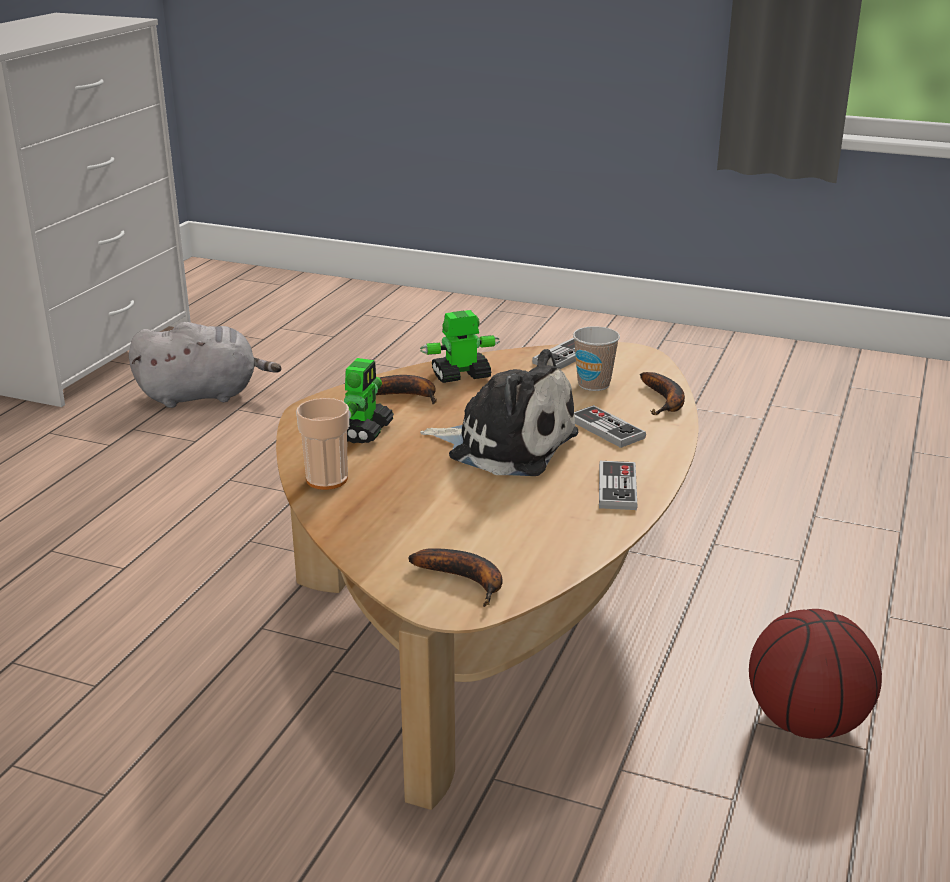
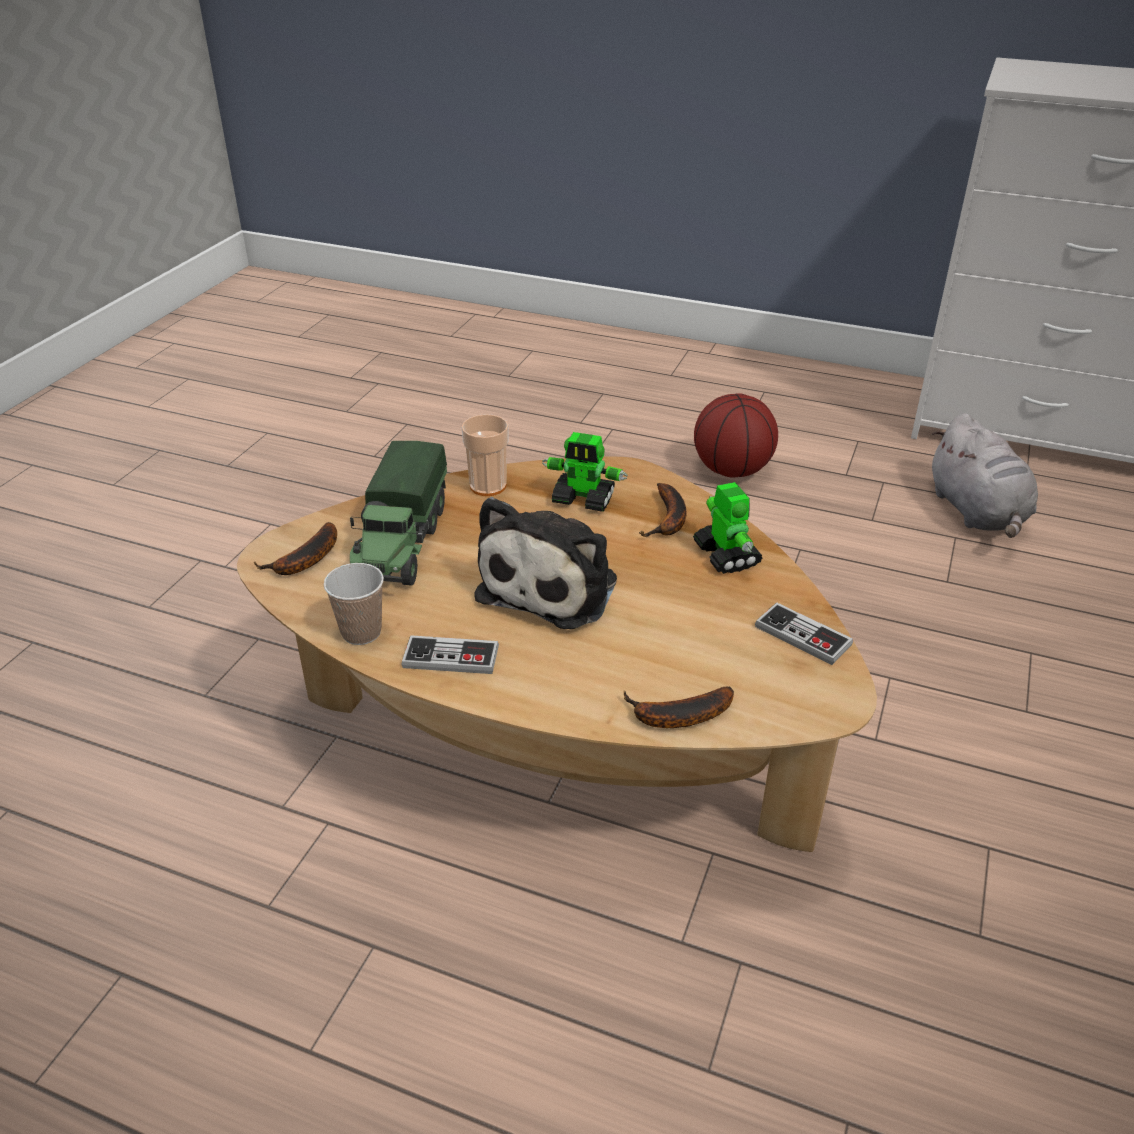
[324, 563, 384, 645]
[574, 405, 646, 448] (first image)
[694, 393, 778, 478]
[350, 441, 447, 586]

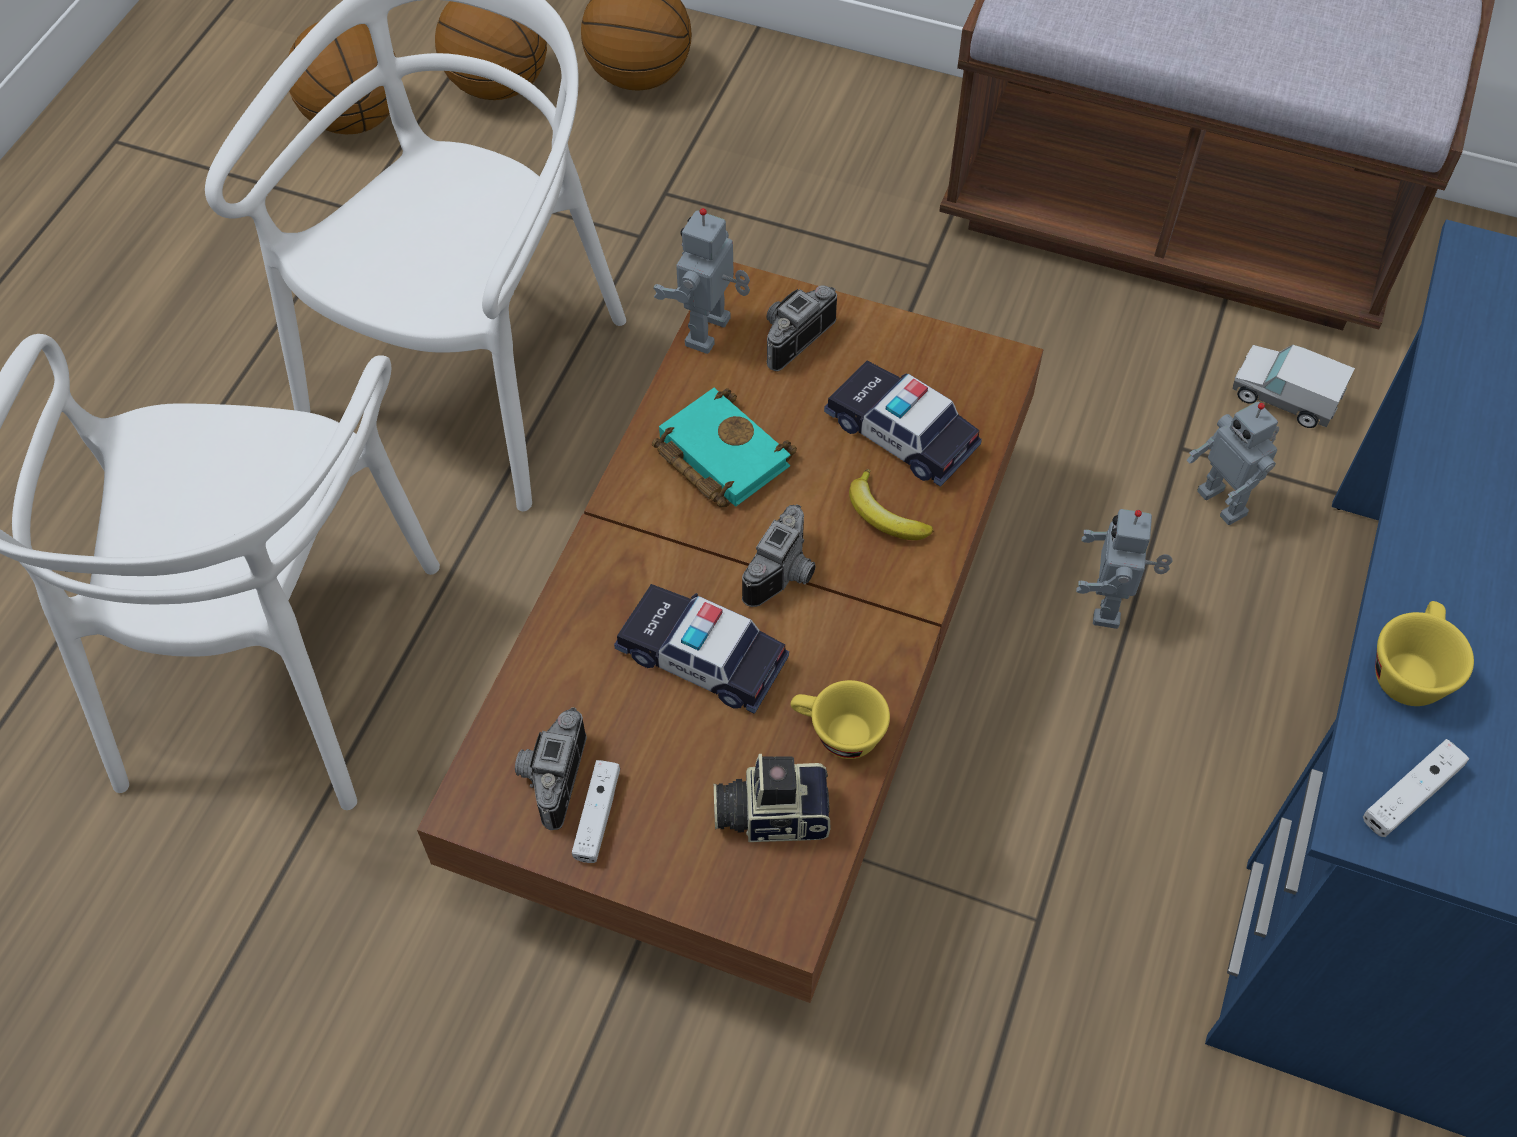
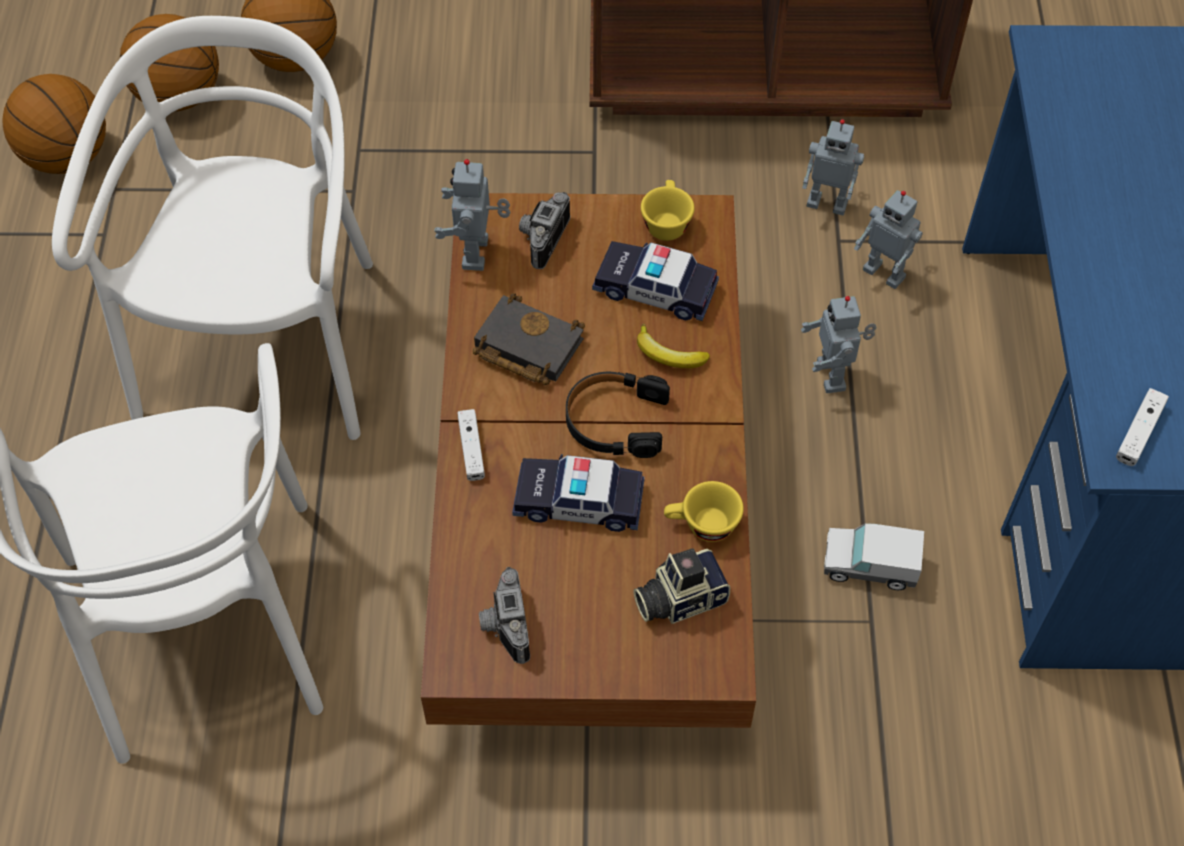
[824, 523, 924, 590]
[473, 293, 585, 385]
[566, 372, 670, 458]
[641, 180, 694, 241]
[458, 409, 485, 481]
[802, 119, 864, 215]

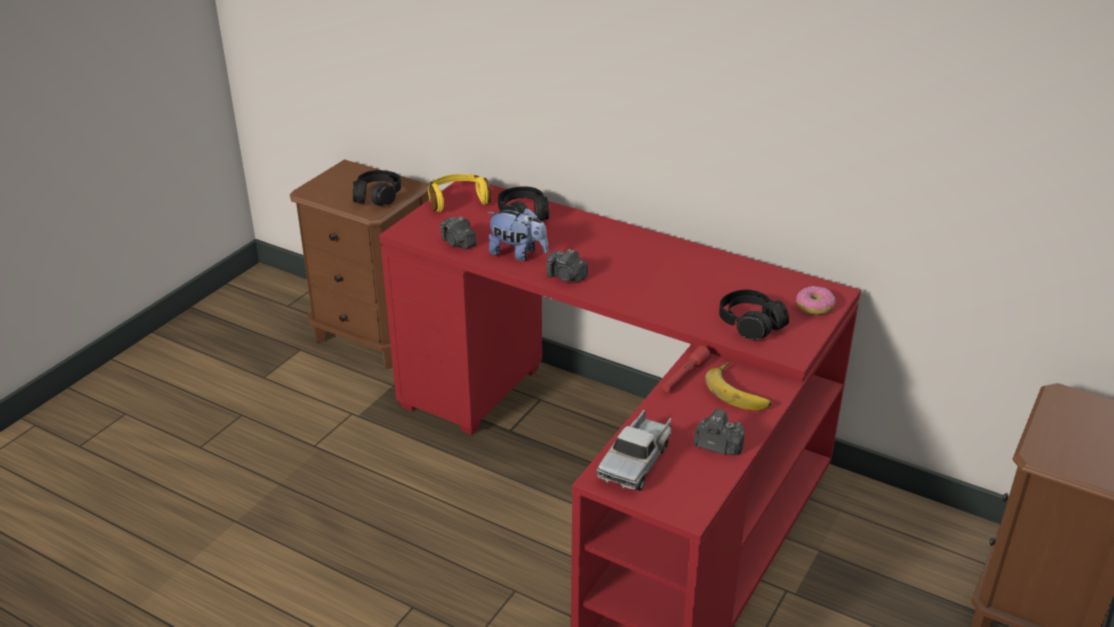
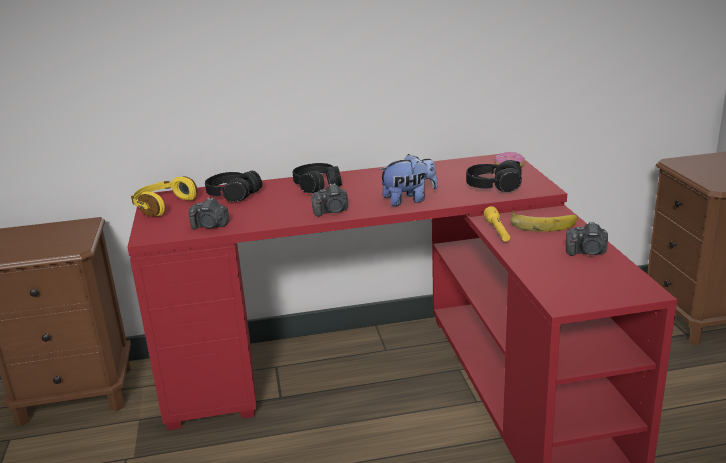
[293, 163, 342, 193]
[378, 154, 438, 206]
[484, 206, 510, 241]
[596, 409, 672, 491] (first image)
[566, 221, 608, 256]

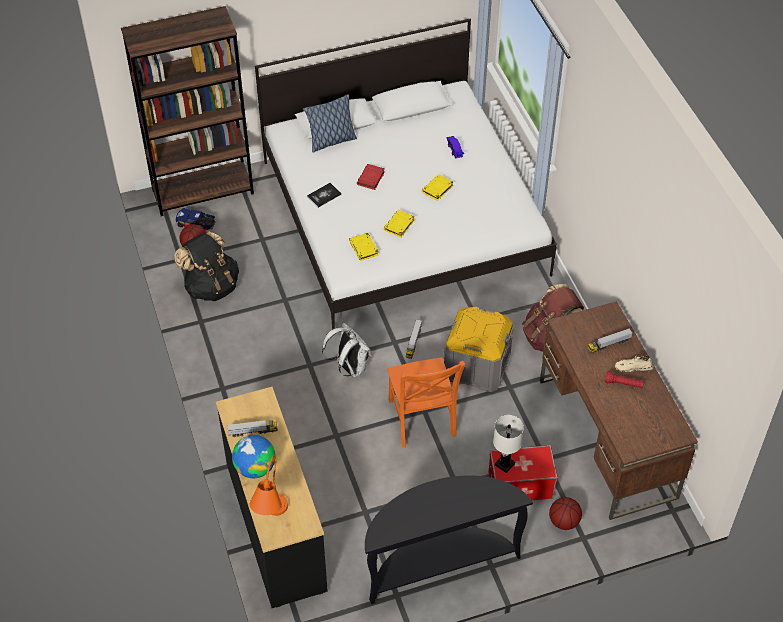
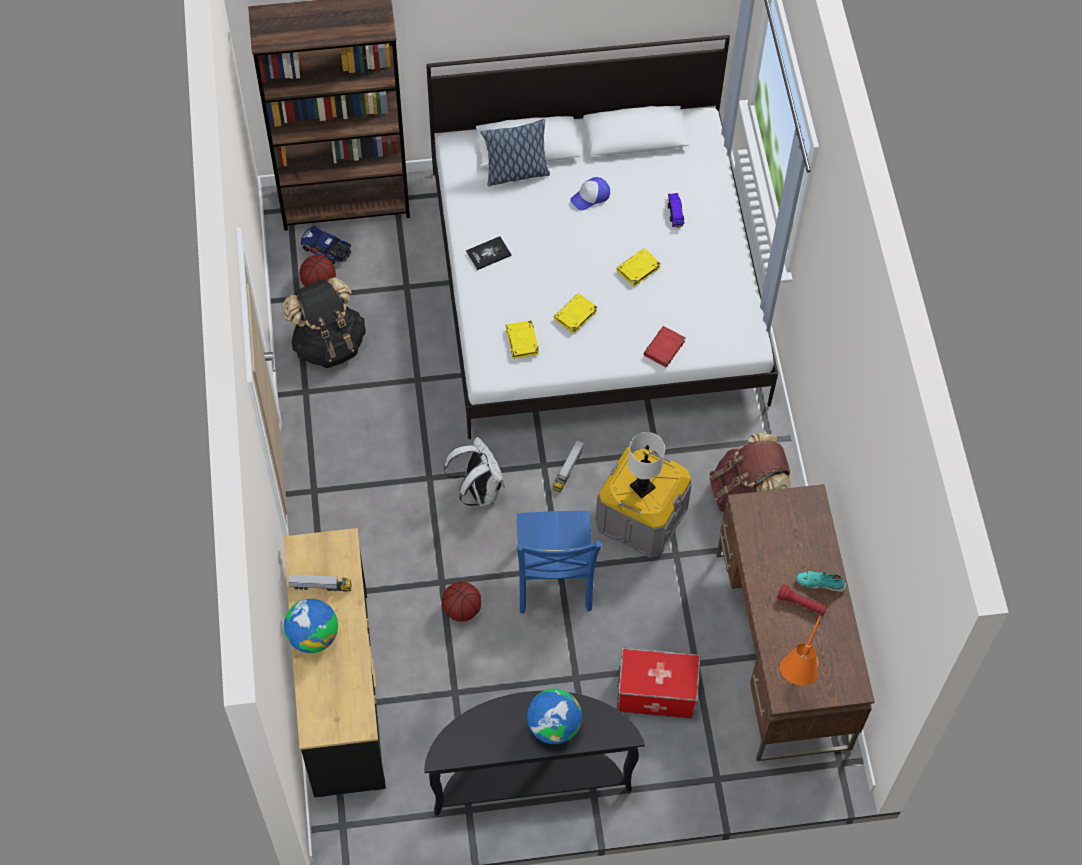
[643, 326, 686, 368]
[587, 328, 633, 354] (first image)
[796, 571, 847, 593]
[517, 511, 602, 614]
[628, 432, 665, 498]
[780, 615, 821, 686]
[442, 582, 481, 622]
[570, 177, 610, 210]
[527, 689, 582, 744]

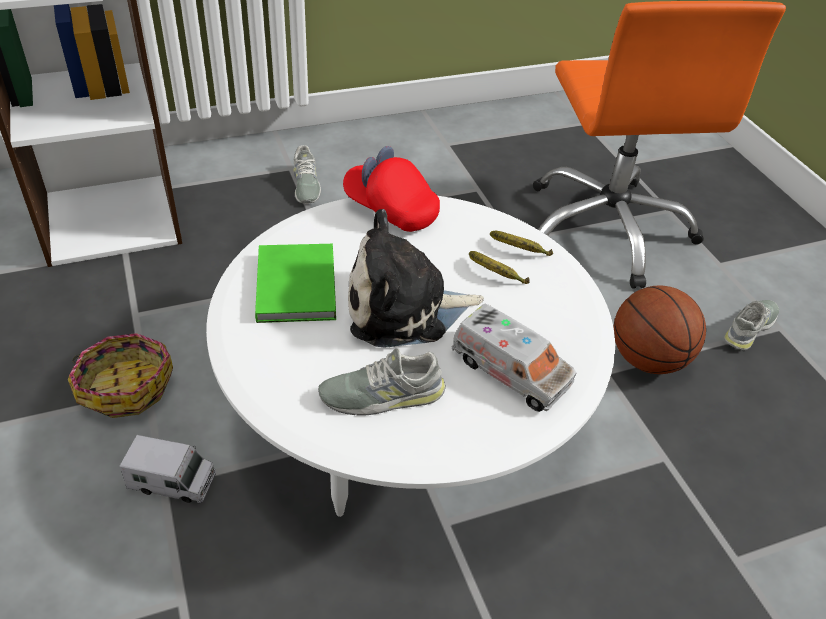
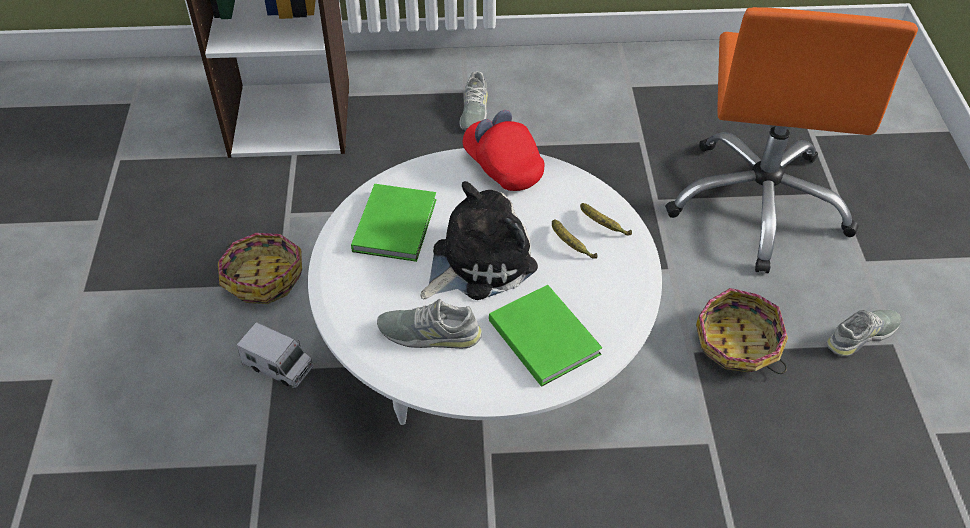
[421, 181, 538, 300]
[696, 288, 788, 374]
[489, 285, 602, 387]

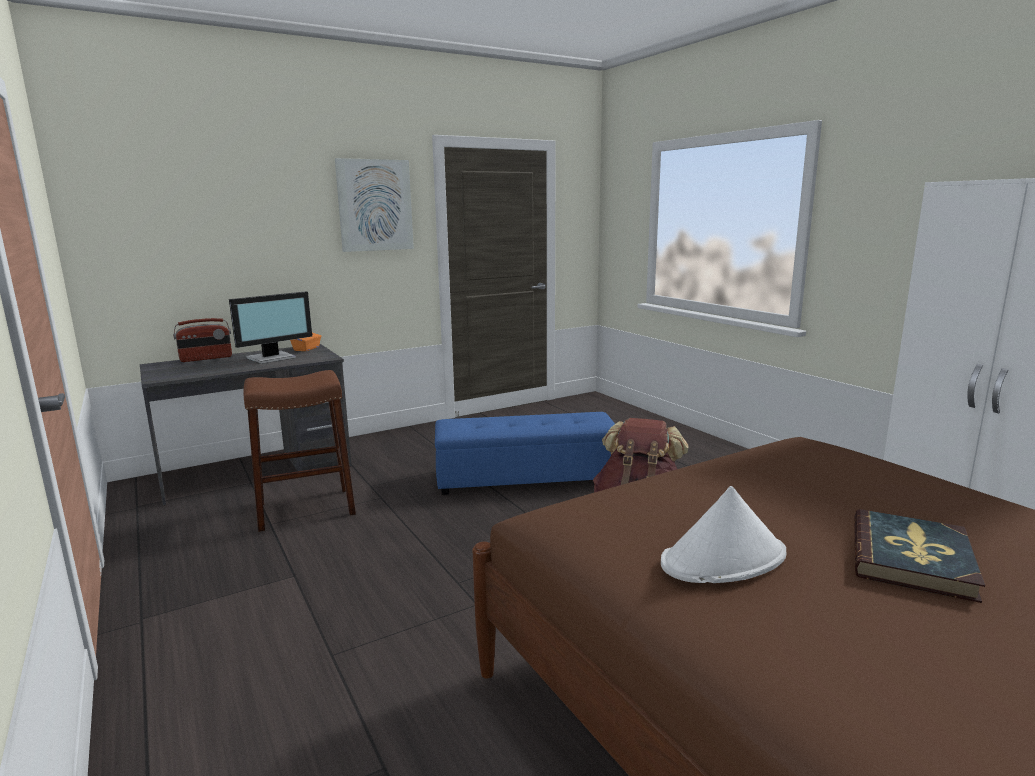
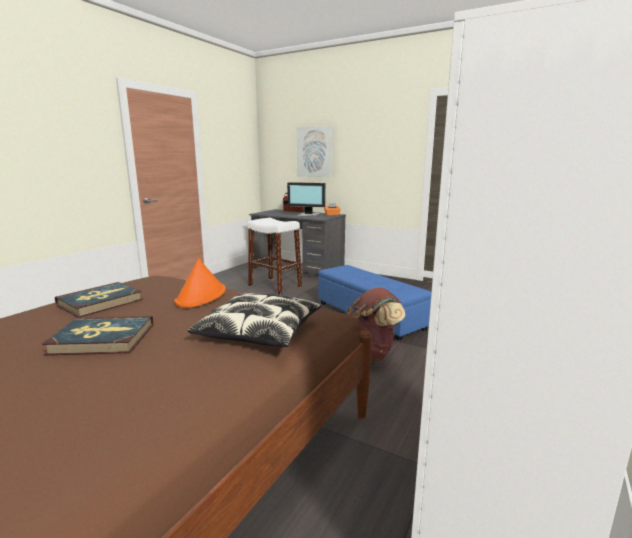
[296, 126, 333, 177]
[247, 218, 302, 295]
[55, 282, 143, 317]
[174, 258, 226, 308]
[188, 293, 321, 347]

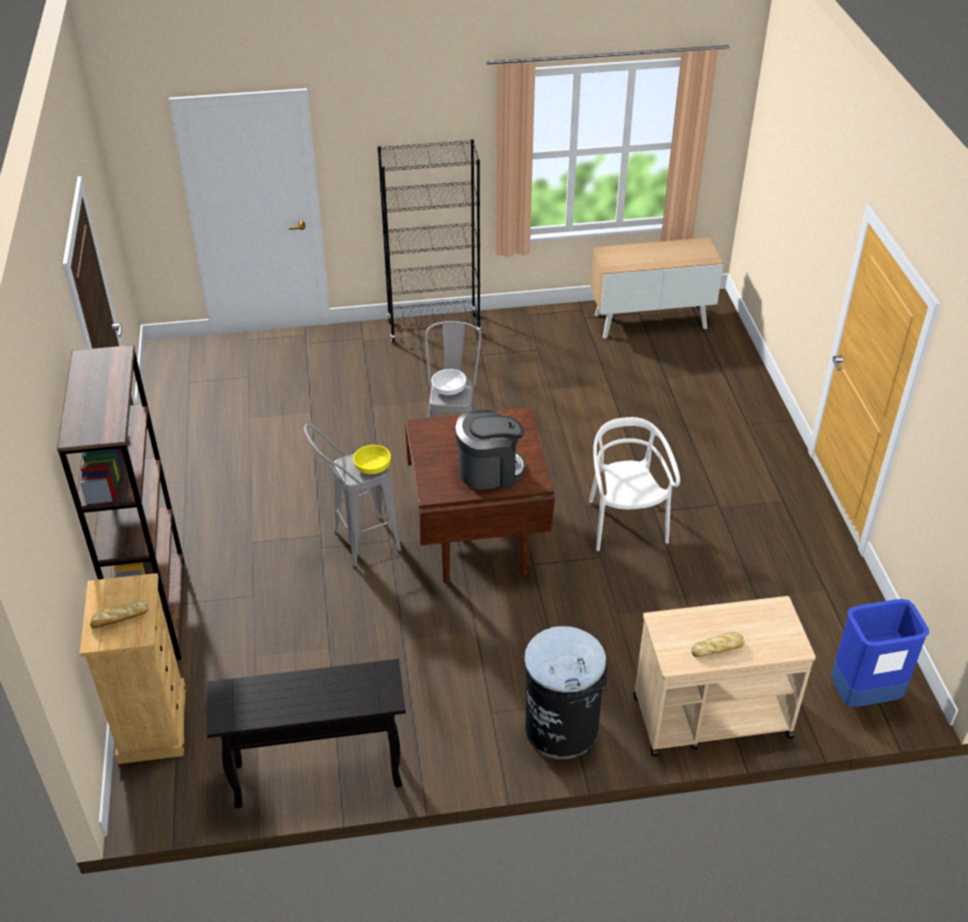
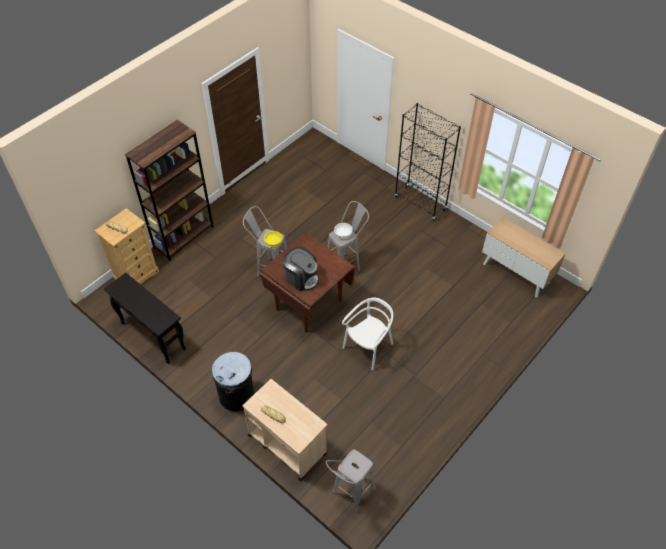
[326, 449, 376, 512]

